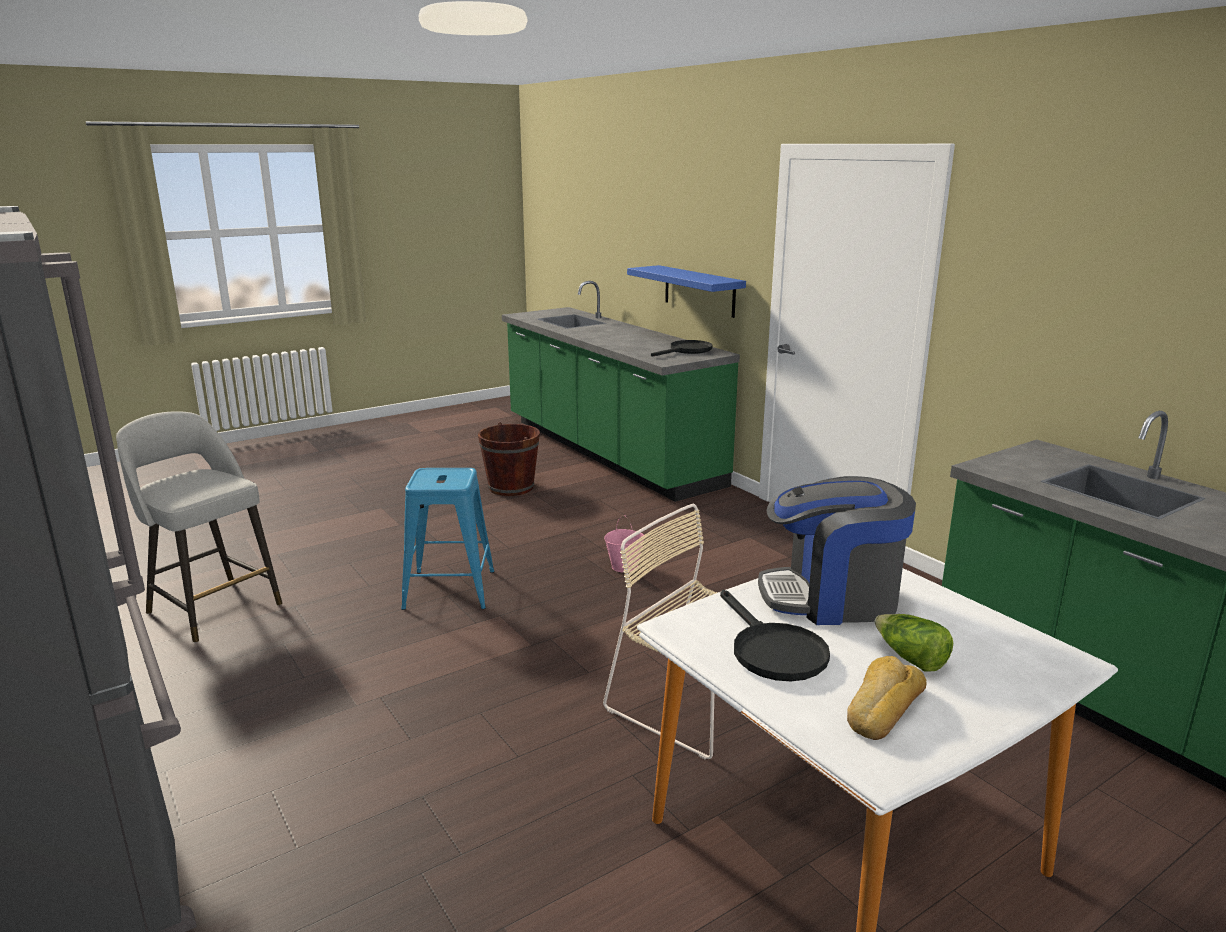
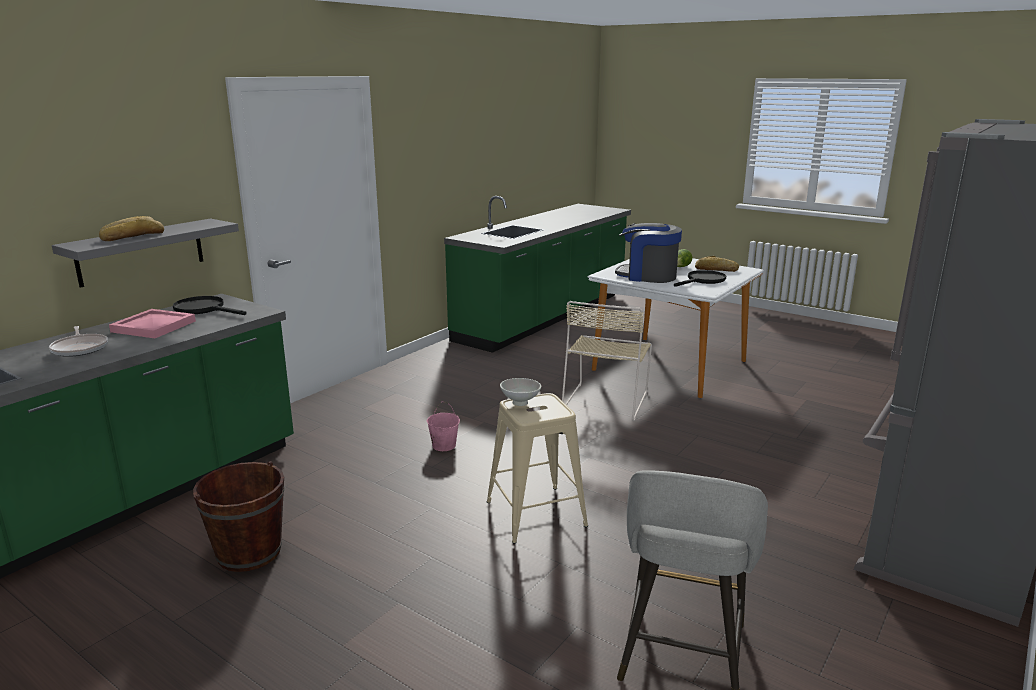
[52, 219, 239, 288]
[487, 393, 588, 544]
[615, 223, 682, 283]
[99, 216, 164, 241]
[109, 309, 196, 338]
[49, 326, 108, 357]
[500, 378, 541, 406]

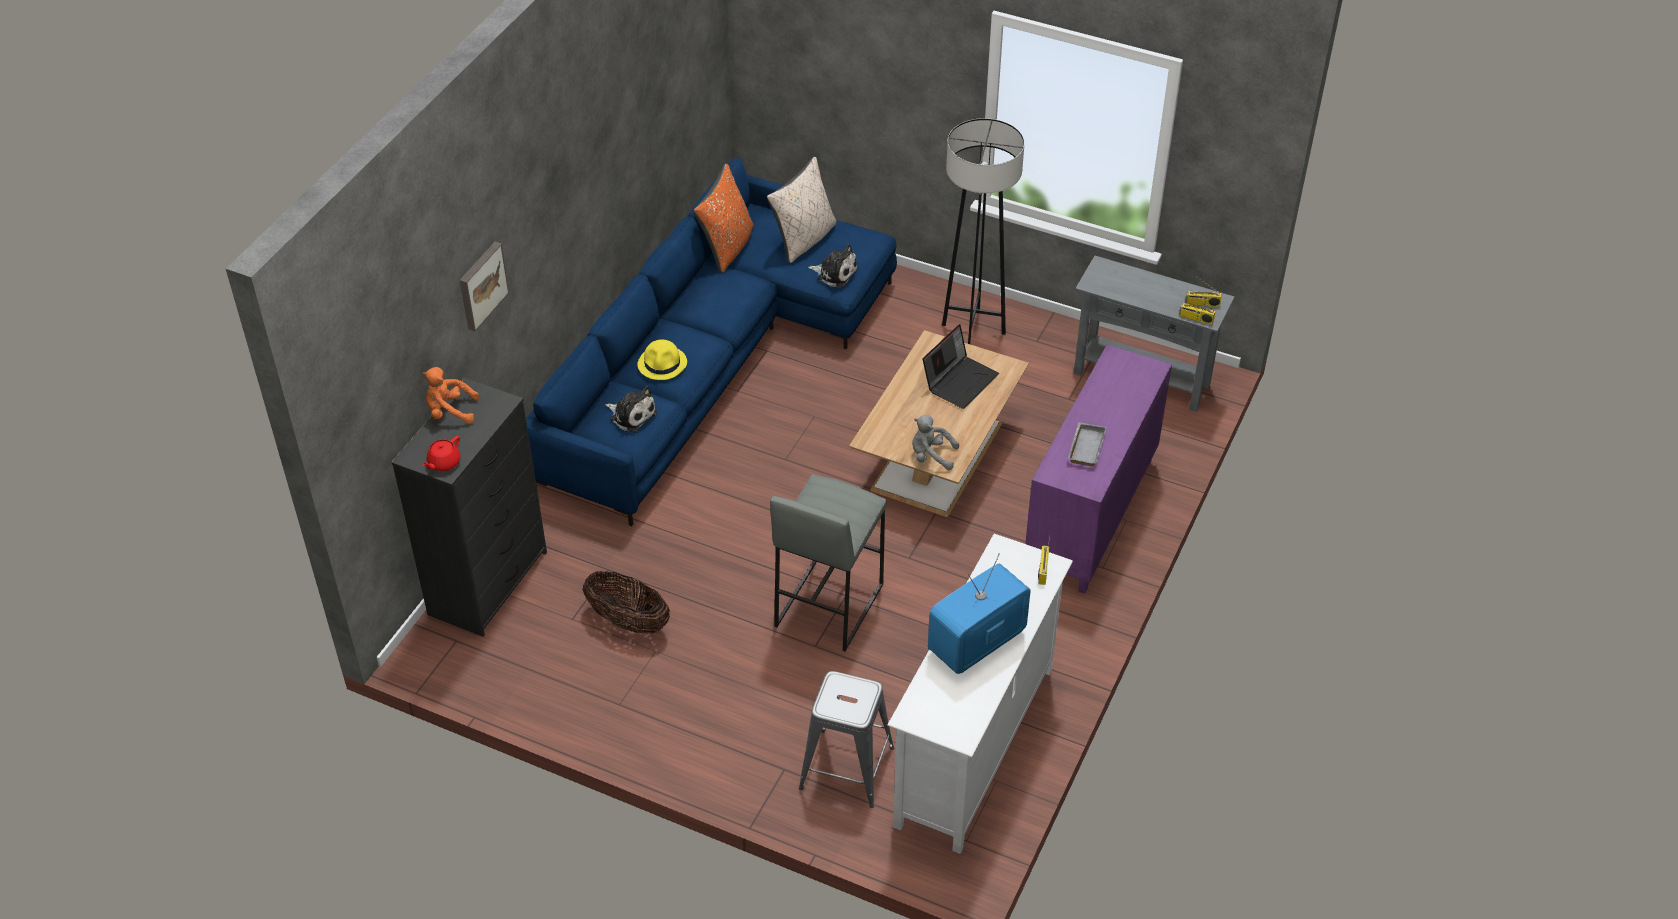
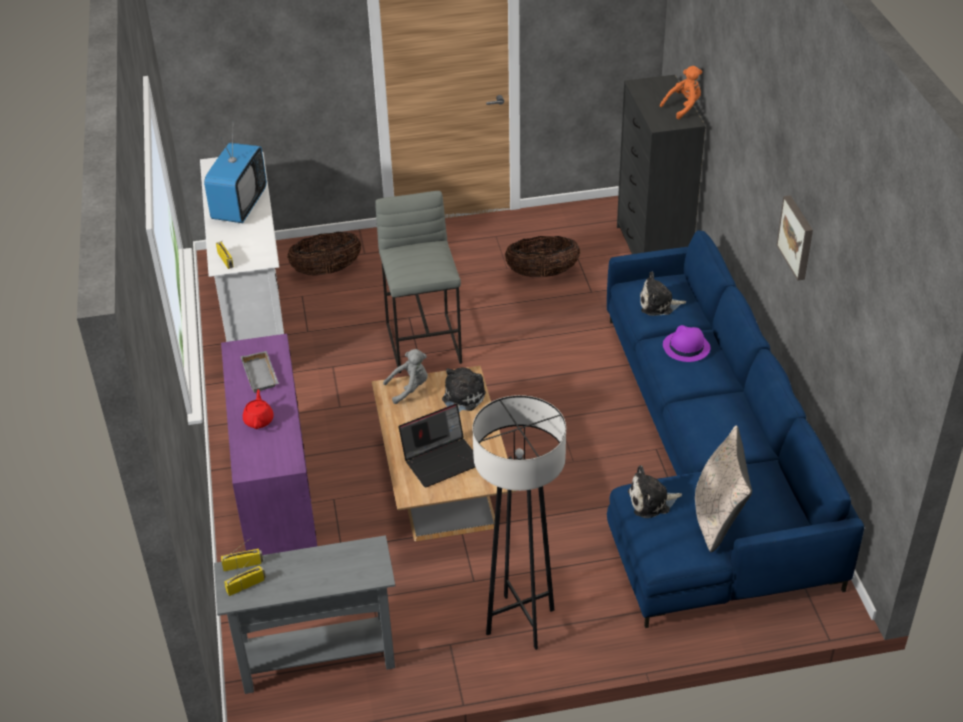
[694, 164, 754, 273] (first image)
[776, 195, 813, 280]
[399, 404, 475, 487]
[663, 325, 710, 362]
[243, 389, 274, 429]
[287, 232, 362, 276]
[442, 367, 486, 412]

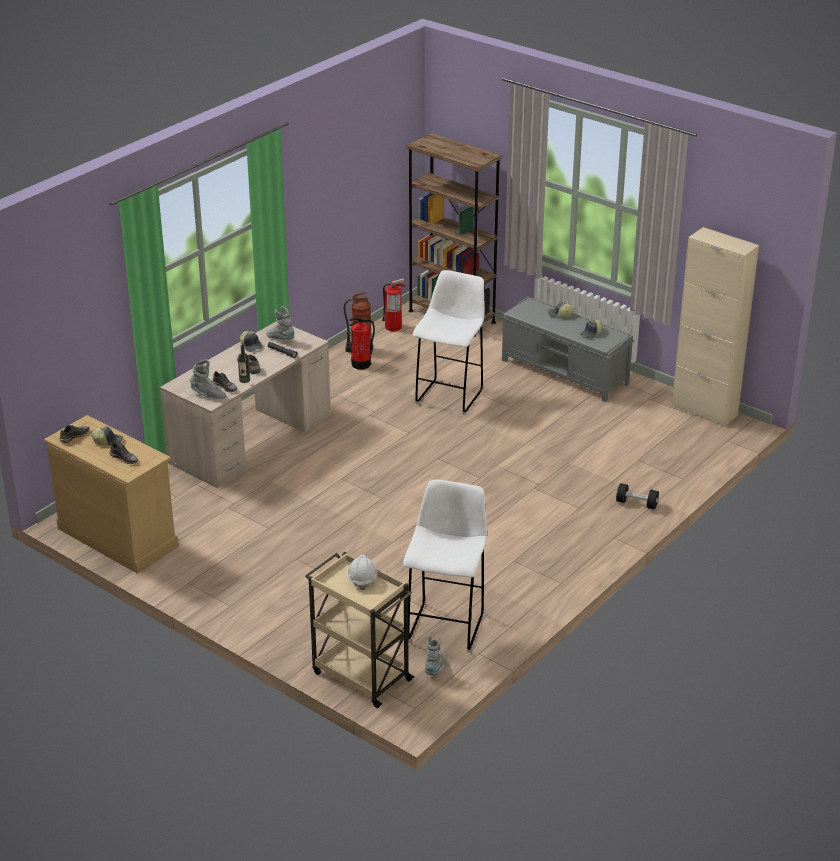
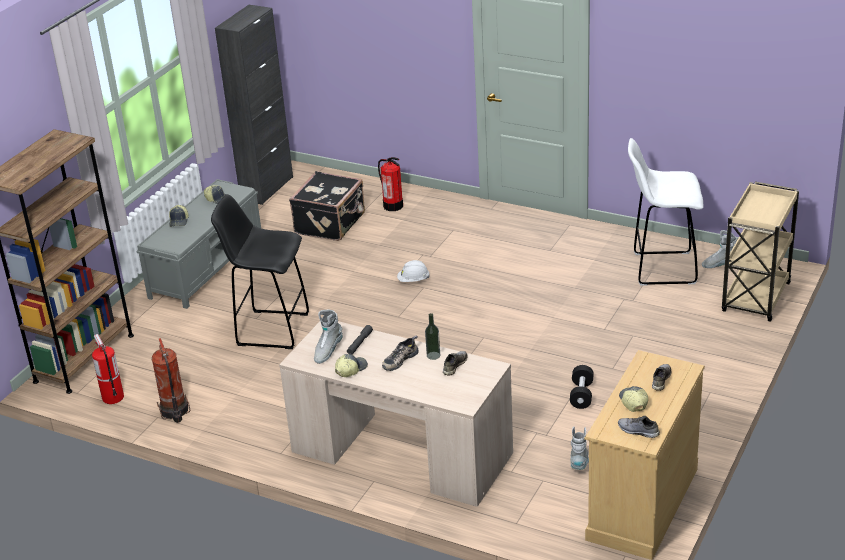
[215, 5, 293, 205]
[211, 194, 309, 349]
[378, 157, 403, 211]
[570, 426, 589, 470]
[570, 365, 594, 409]
[397, 260, 430, 282]
[289, 171, 365, 241]

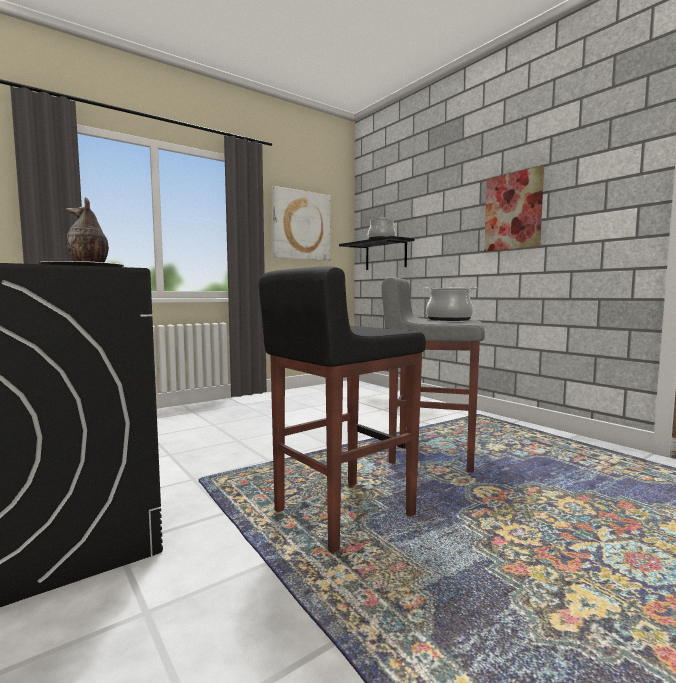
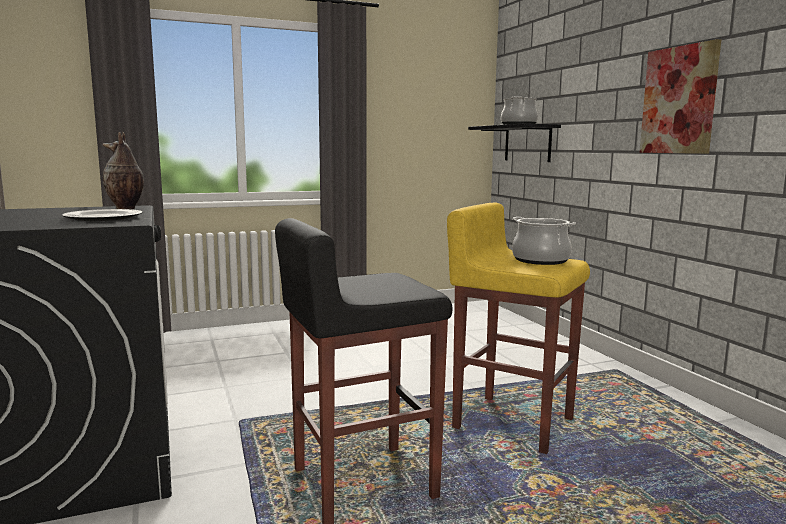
[272, 186, 331, 261] (first image)
[447, 202, 590, 454]

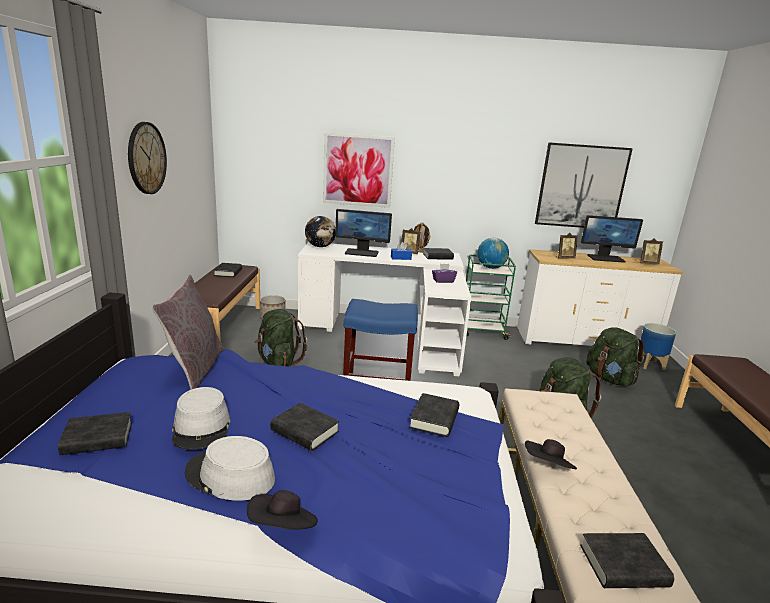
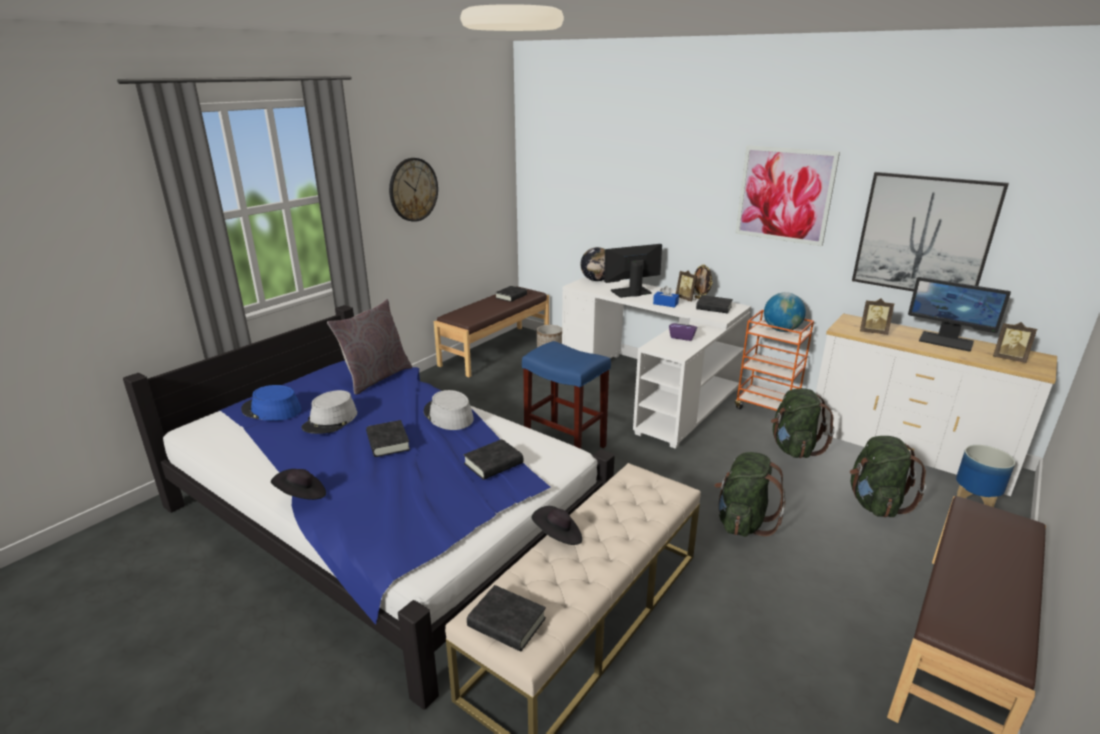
[735, 146, 840, 246]
[604, 244, 662, 298]
[735, 310, 814, 411]
[771, 388, 835, 458]
[241, 385, 302, 421]
[424, 390, 474, 430]

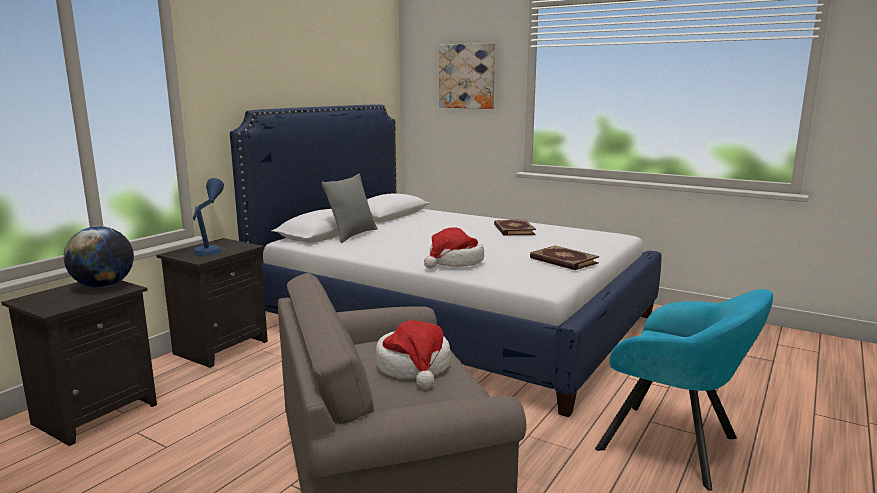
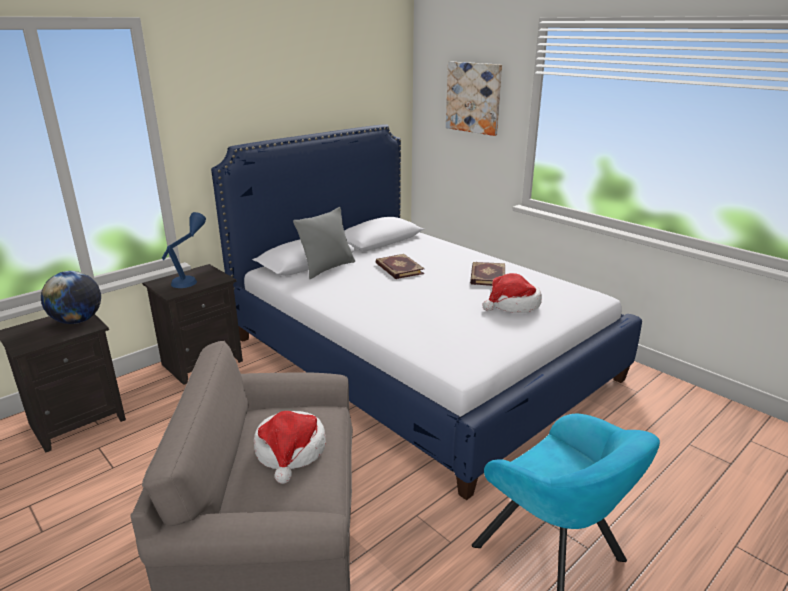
[483, 273, 542, 313]
[375, 254, 425, 279]

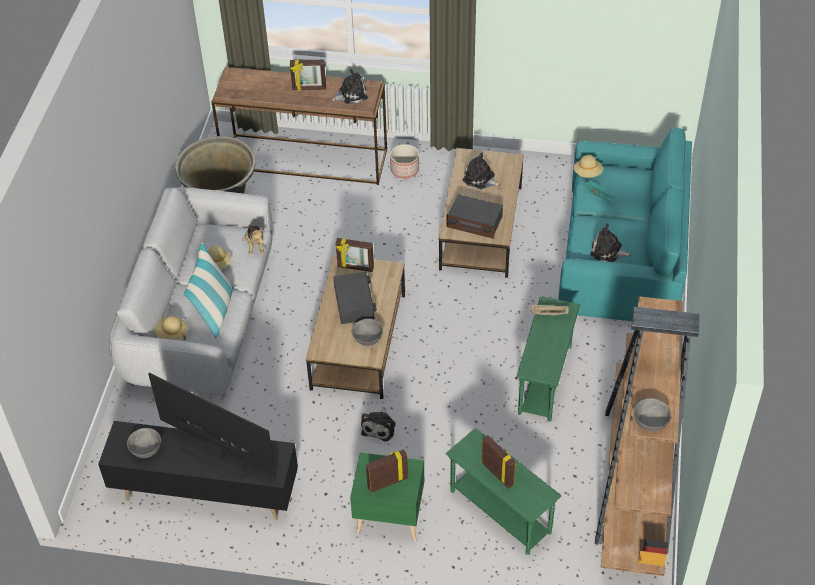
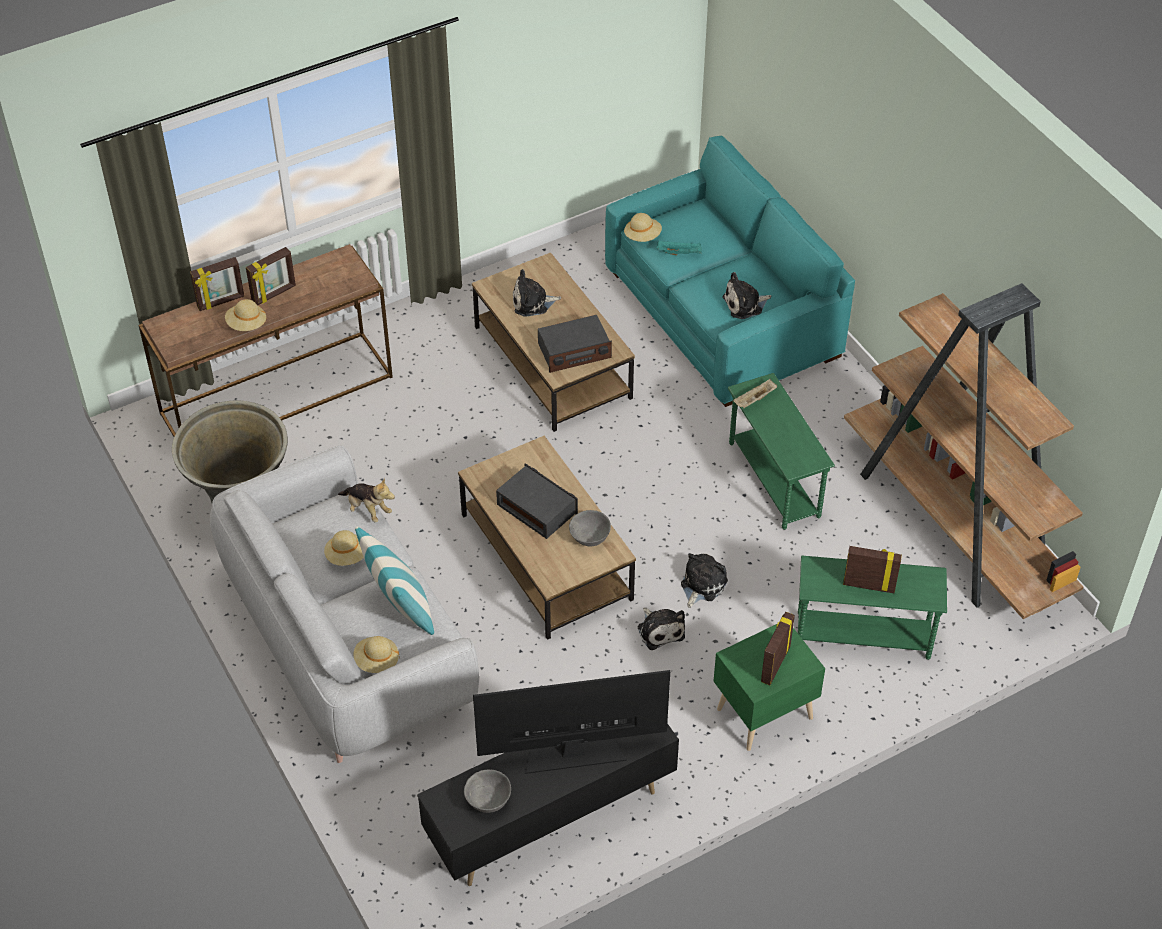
[681, 554, 728, 608]
[390, 144, 419, 179] (first image)
[190, 257, 244, 311]
[633, 398, 671, 431] (first image)
[225, 299, 267, 331]

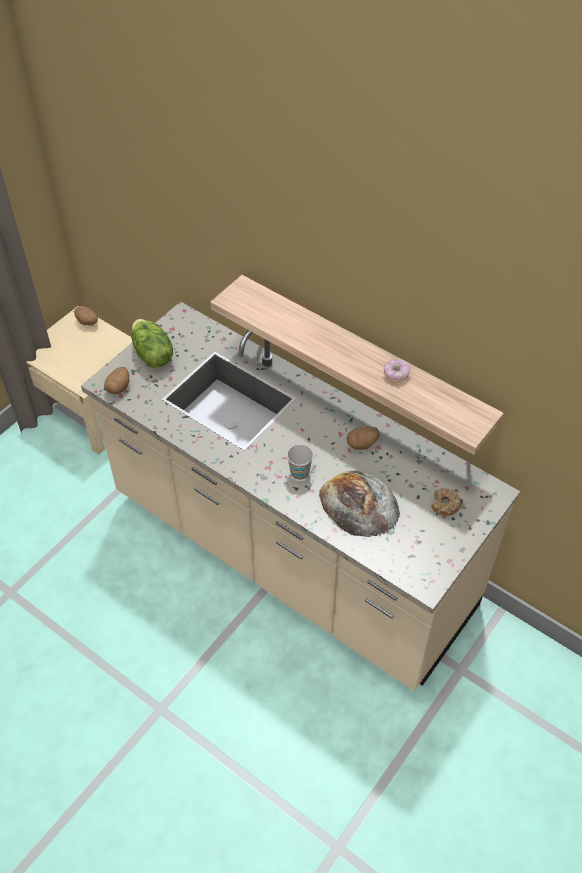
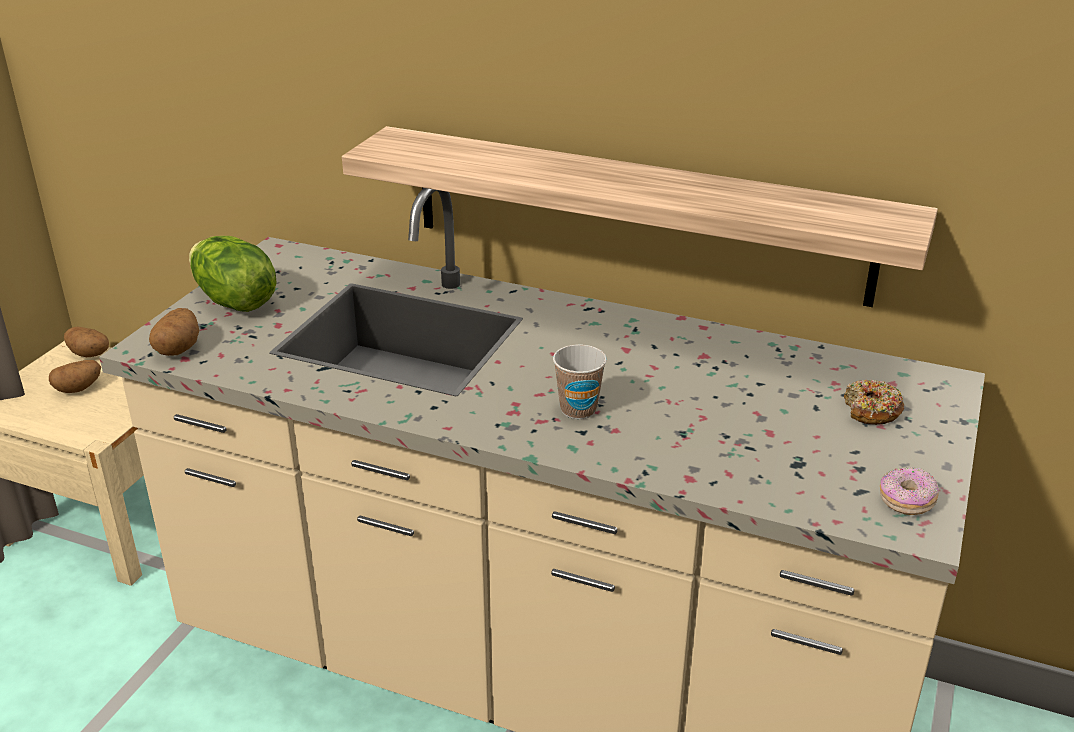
[880, 467, 939, 515]
[49, 360, 101, 393]
[319, 470, 400, 537] (first image)

